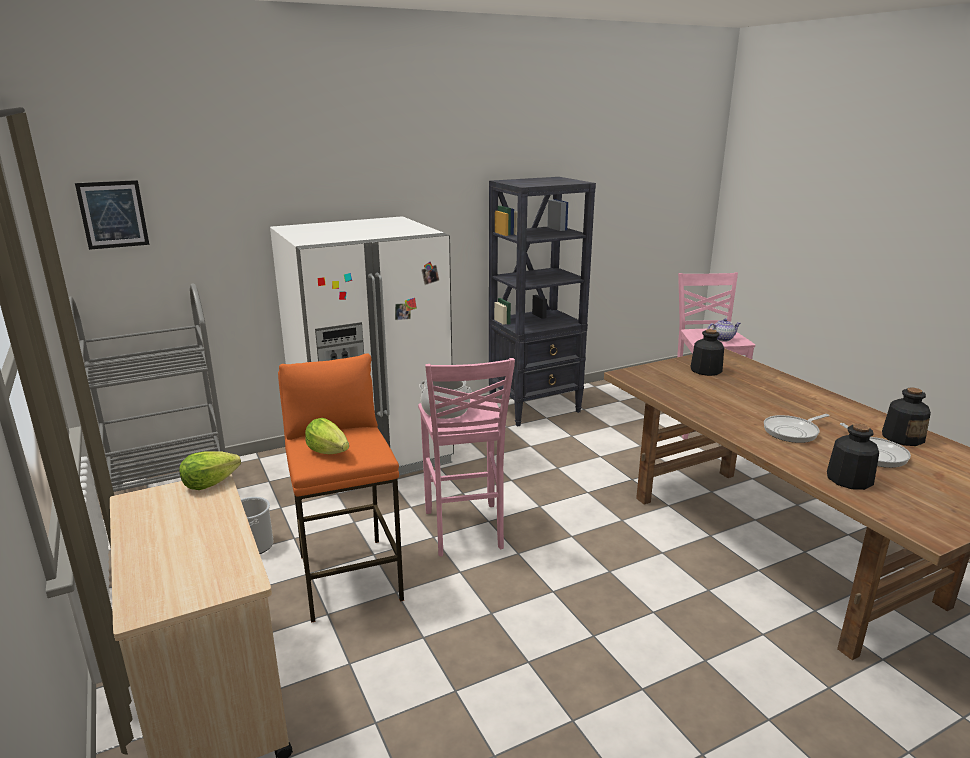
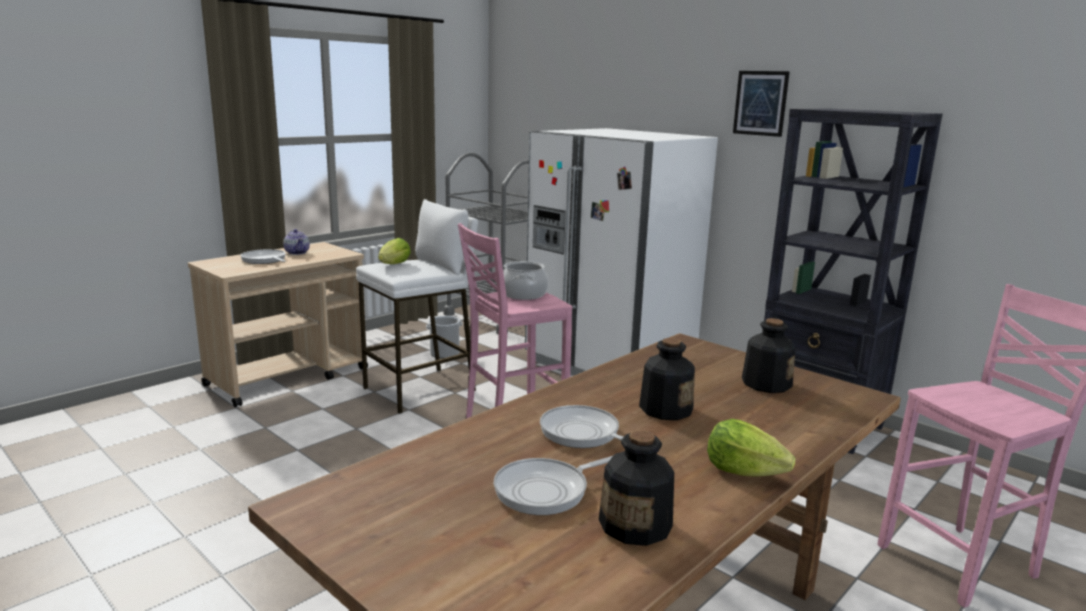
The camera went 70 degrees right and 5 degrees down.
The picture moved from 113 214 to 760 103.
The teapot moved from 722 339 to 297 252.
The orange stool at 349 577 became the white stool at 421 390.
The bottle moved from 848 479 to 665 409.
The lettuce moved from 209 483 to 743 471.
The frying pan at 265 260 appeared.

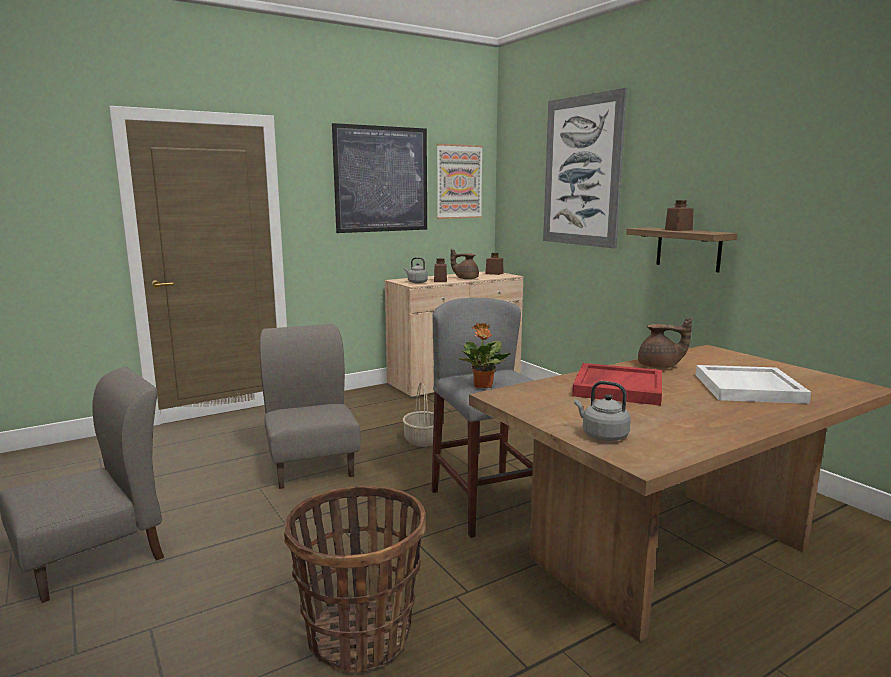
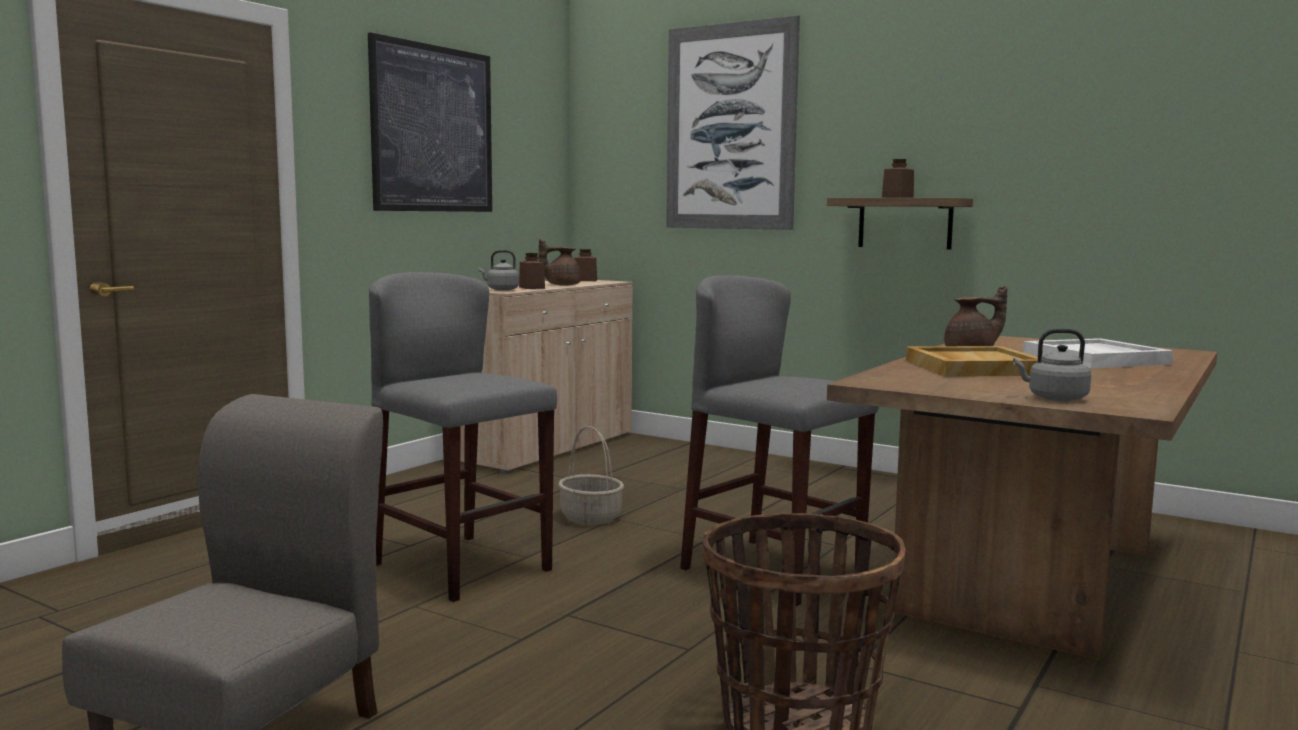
The camera went 25 degrees left and 5 degrees down.
The picture at 459 182 disappeared.
The potted plant at 483 386 disappeared.
The grey chair at 312 465 was replaced by the grey stool at 461 567.
The red tray at 617 387 became the beige tray at 973 367.

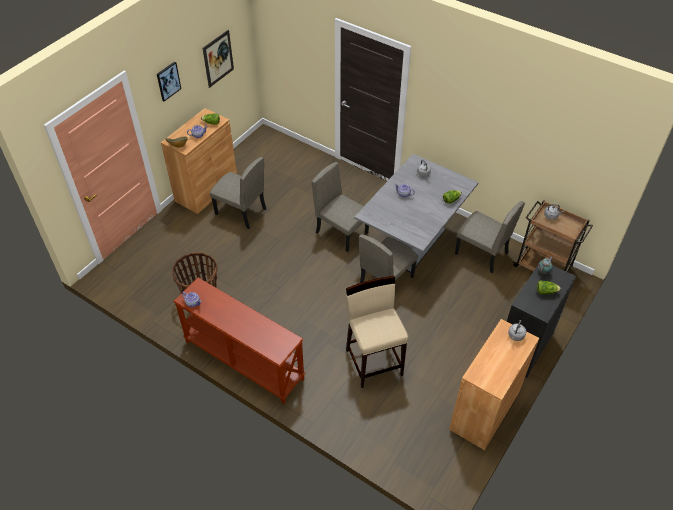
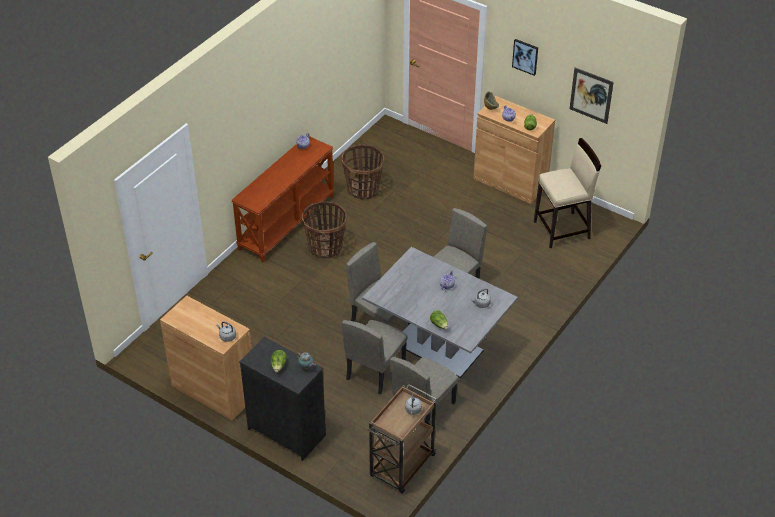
The camera went 90 degrees right and 5 degrees down.
The beige chair moved from 240 212 to 375 370.
The beige stool moved from 374 362 to 562 230.
The basket at 325 248 appeared.

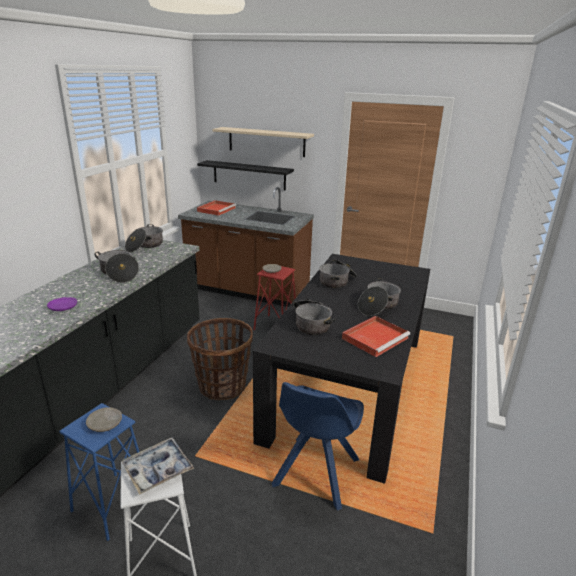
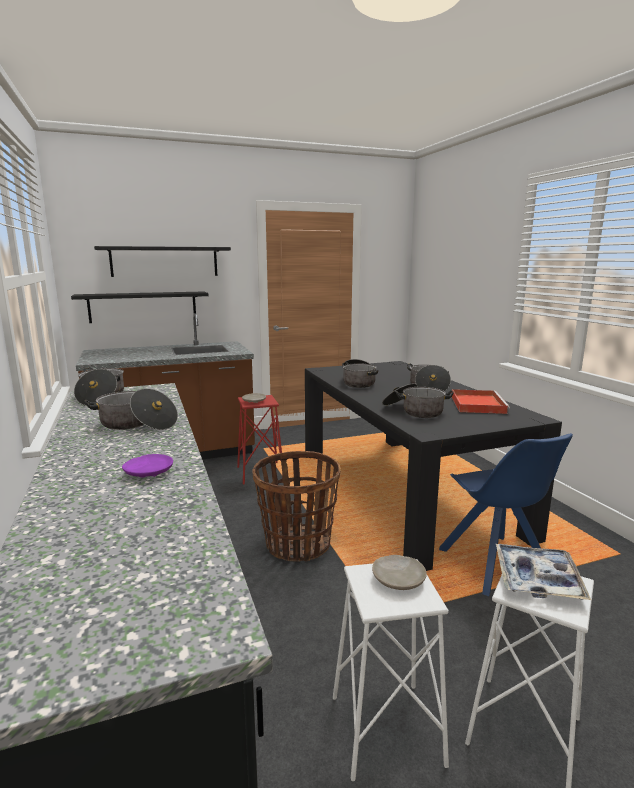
The camera went 40 degrees left and 10 degrees down.
The beige shelf at 266 141 became the black shelf at 164 261.
The red tray at 217 209 disappeared.
The blue stool at 112 505 became the white stool at 386 730.

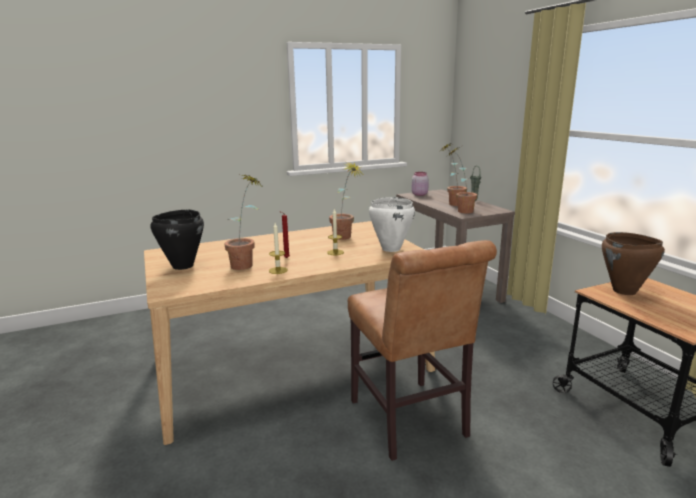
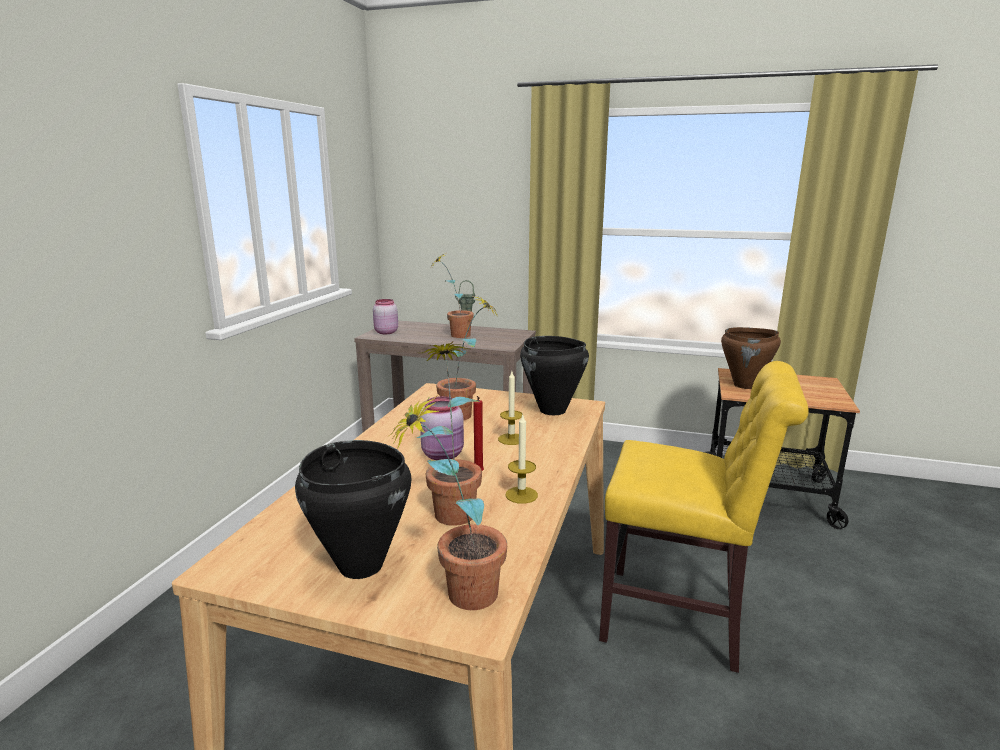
The camera went 50 degrees left and 0 degrees up.
The potted plant moved from 460 211 to 457 596.
The white cooking pot at 390 249 became the black cooking pot at 552 410.
The brown chair at 410 422 became the yellow chair at 680 620.
The pink jar at 444 455 appeared.

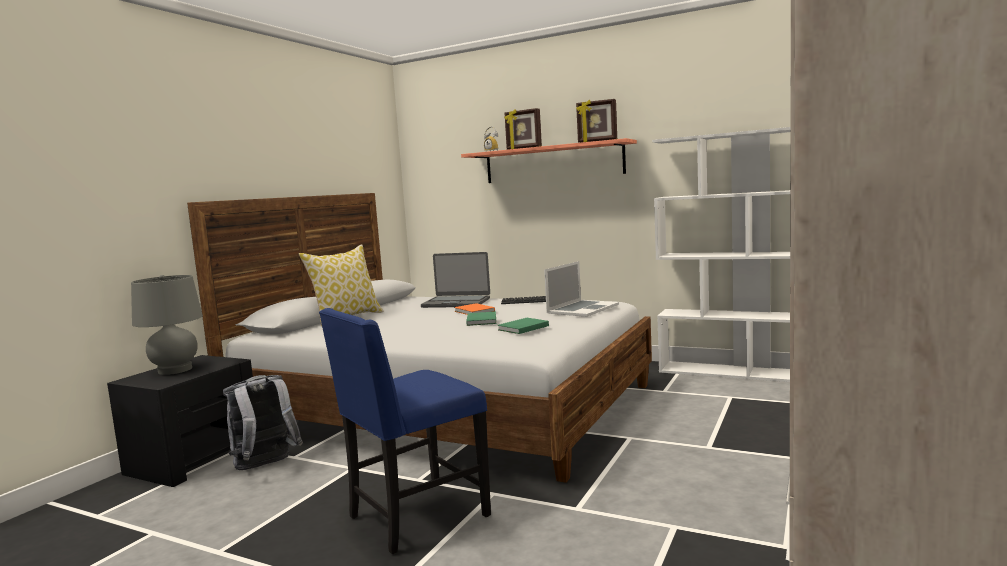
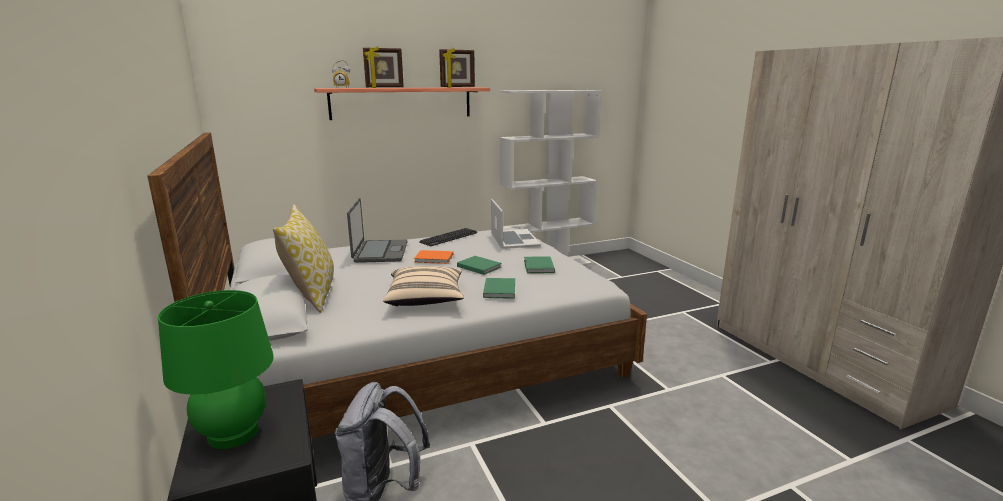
The camera went 50 degrees left and 10 degrees up.
The laptop at 456 303 turned 60 degrees counterclockwise.
The grey table lamp at 175 370 became the green table lamp at 233 433.
The blue chair at 415 517 disappeared.
The beige pillow at 426 299 appeared.
The green book at 500 289 appeared.

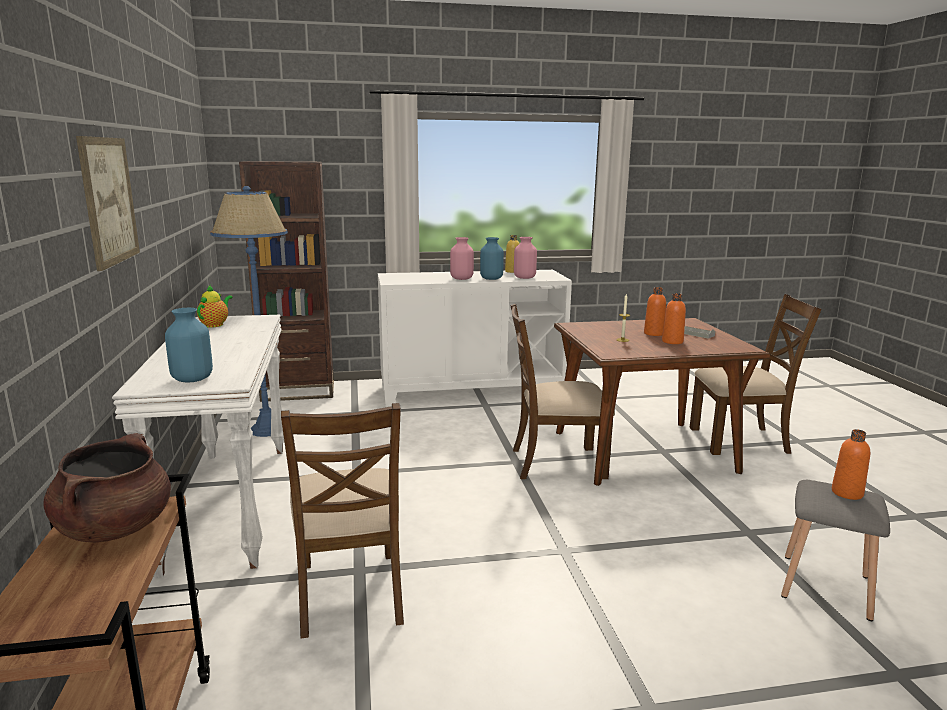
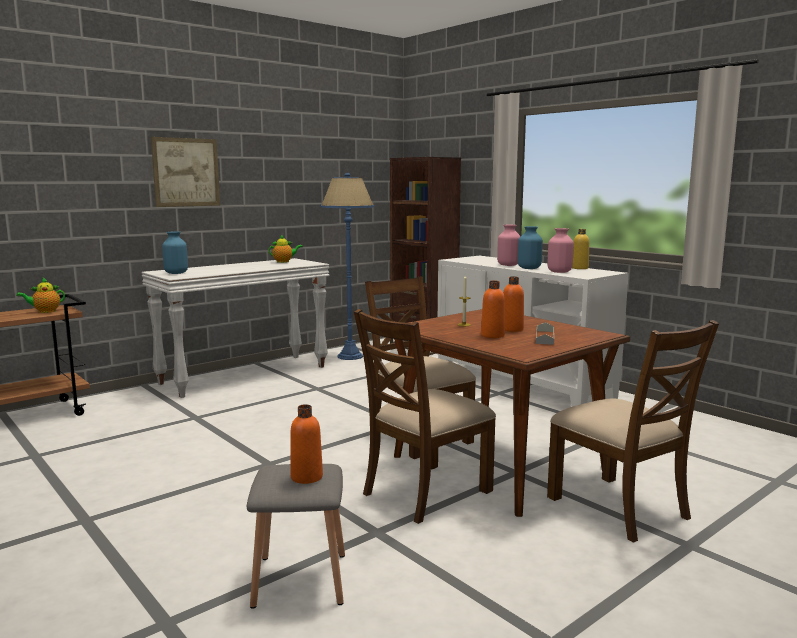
The camera went 60 degrees right and 5 degrees down.
The brown chair moved from 350 592 to 425 492.
The brown cooking pot at 115 528 was replaced by the teapot at 45 311.

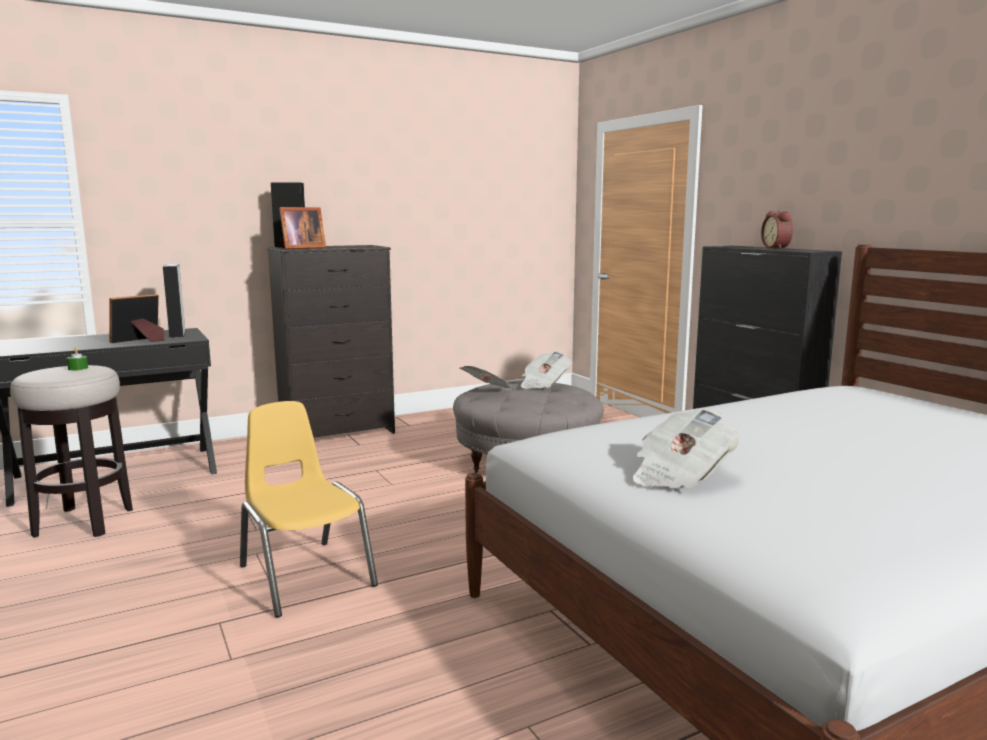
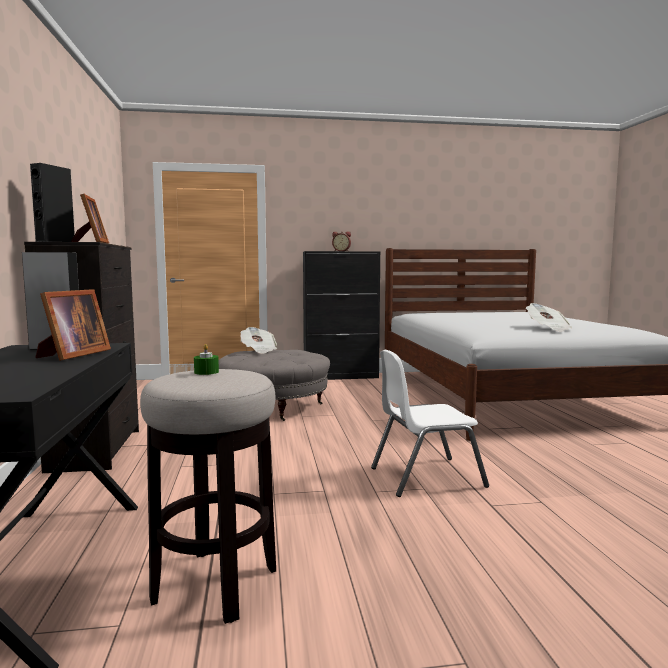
The camera went 70 degrees left and 5 degrees down.
The picture frame at 140 341 turned 135 degrees counterclockwise.
The newspaper at 487 391 disappeared.
The yellow chair at 305 576 became the white chair at 426 477.

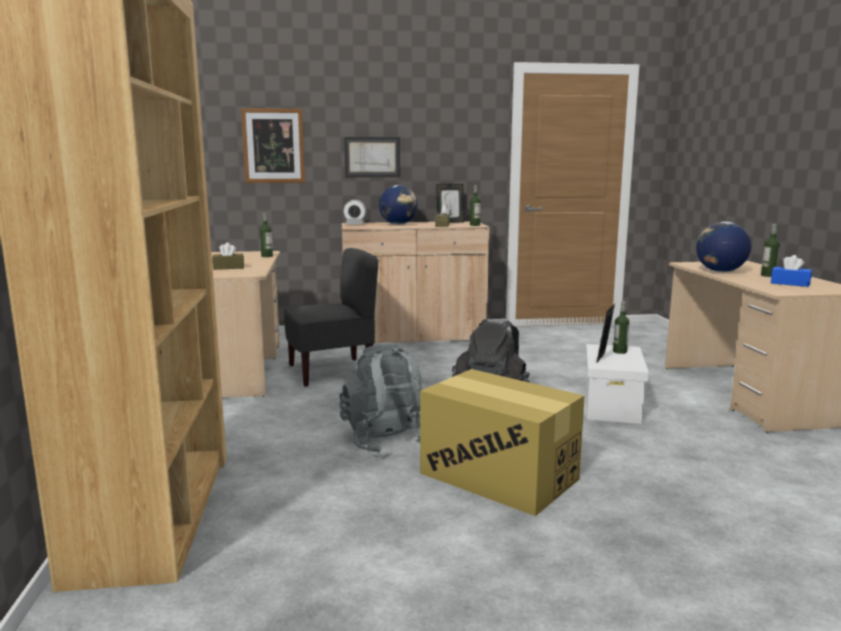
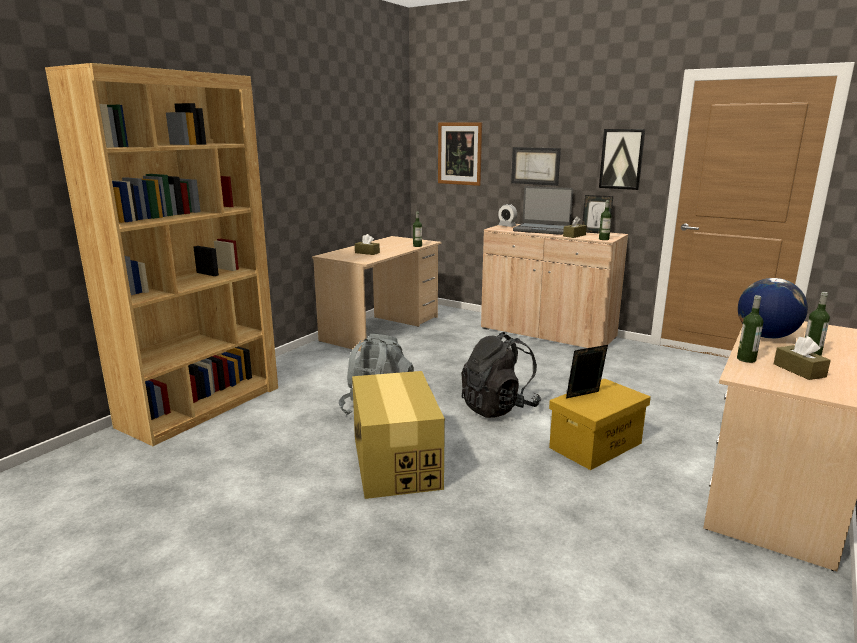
The camera went 40 degrees right and 5 degrees up.
The globe at 398 224 was replaced by the laptop at 542 230.
The grey chair at 331 371 disappeared.
The blue tissue box at 790 283 became the brown tissue box at 799 370.
The bottle moved from 619 352 to 746 359.
The white storage box at 611 406 became the yellow storage box at 595 445.
The picture at 622 159 appeared.

